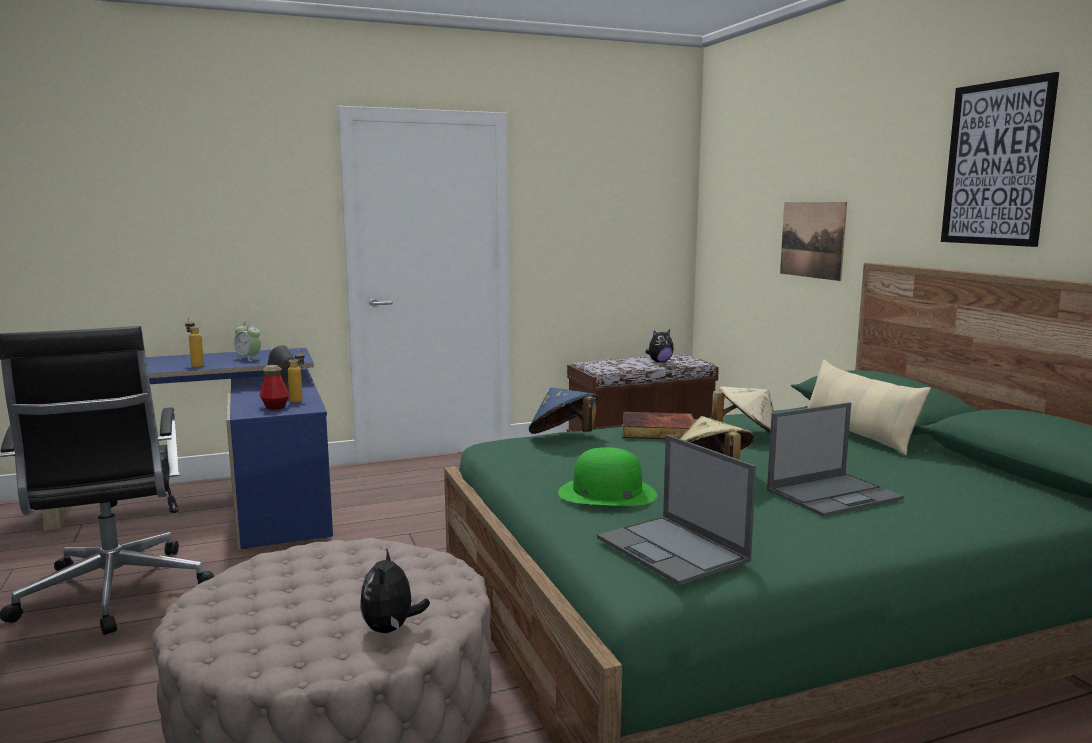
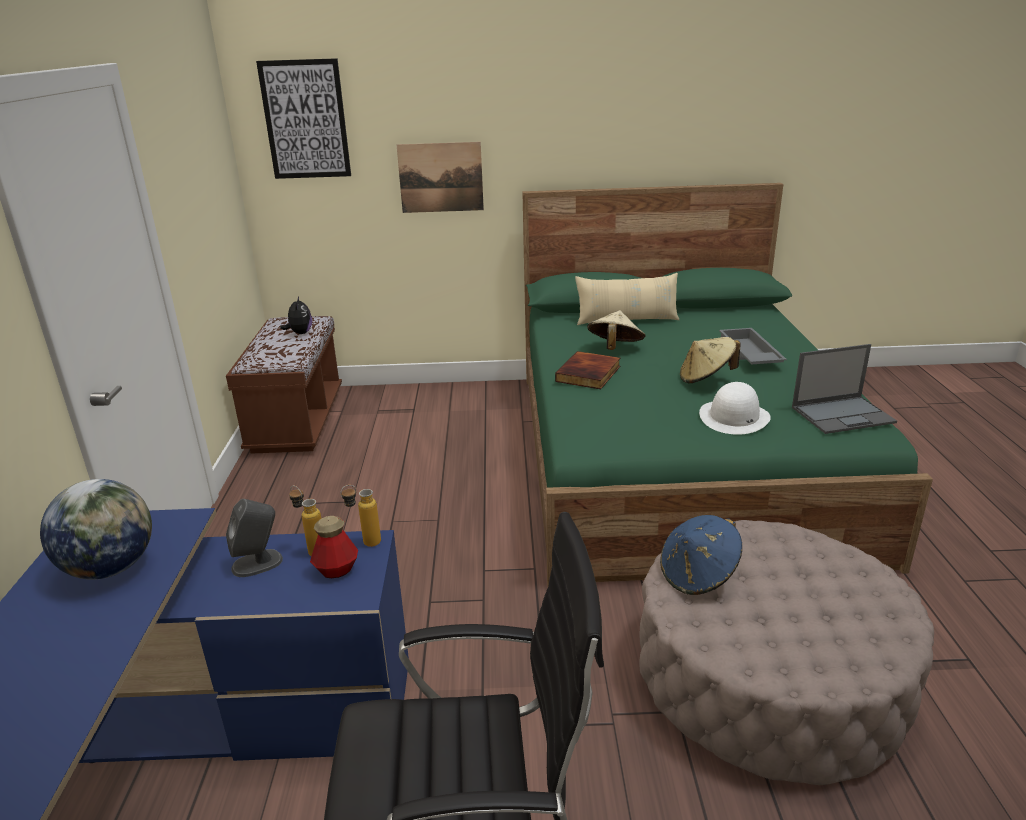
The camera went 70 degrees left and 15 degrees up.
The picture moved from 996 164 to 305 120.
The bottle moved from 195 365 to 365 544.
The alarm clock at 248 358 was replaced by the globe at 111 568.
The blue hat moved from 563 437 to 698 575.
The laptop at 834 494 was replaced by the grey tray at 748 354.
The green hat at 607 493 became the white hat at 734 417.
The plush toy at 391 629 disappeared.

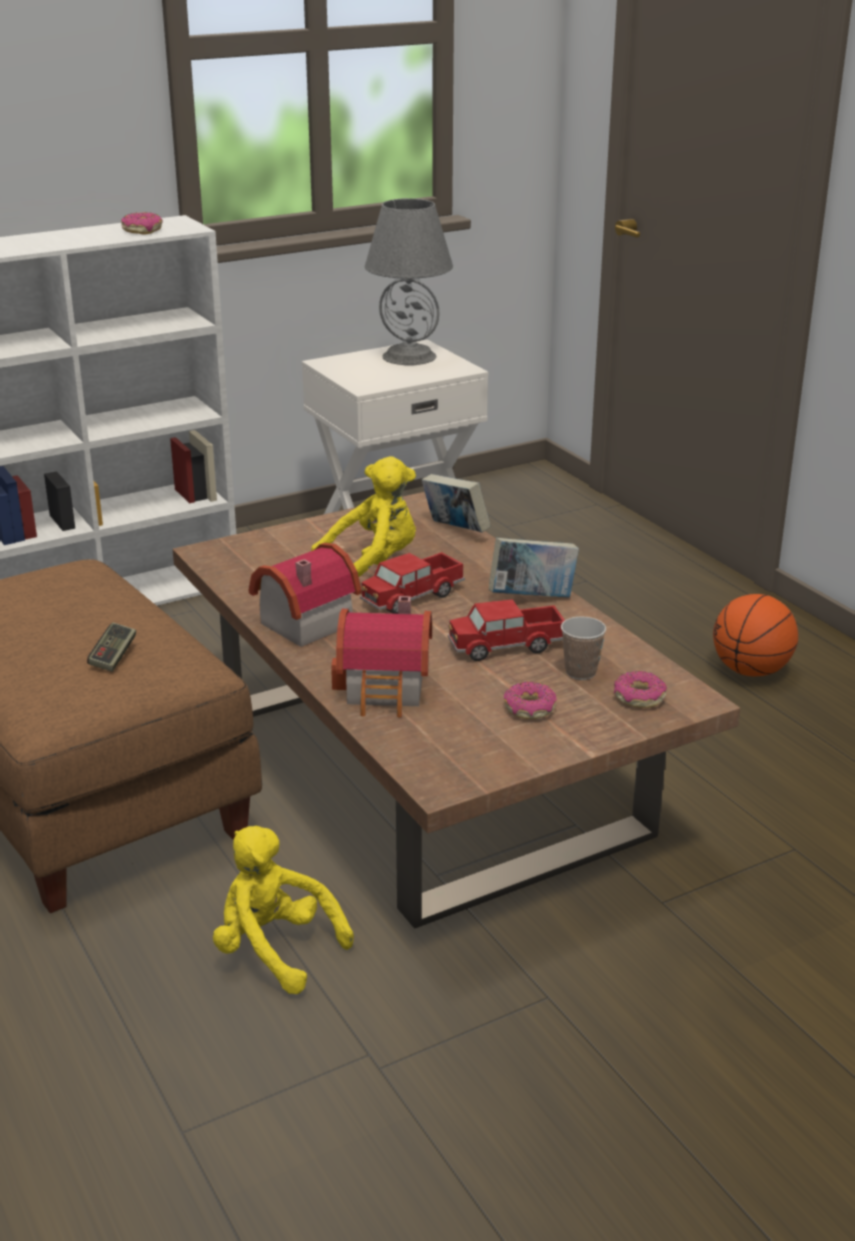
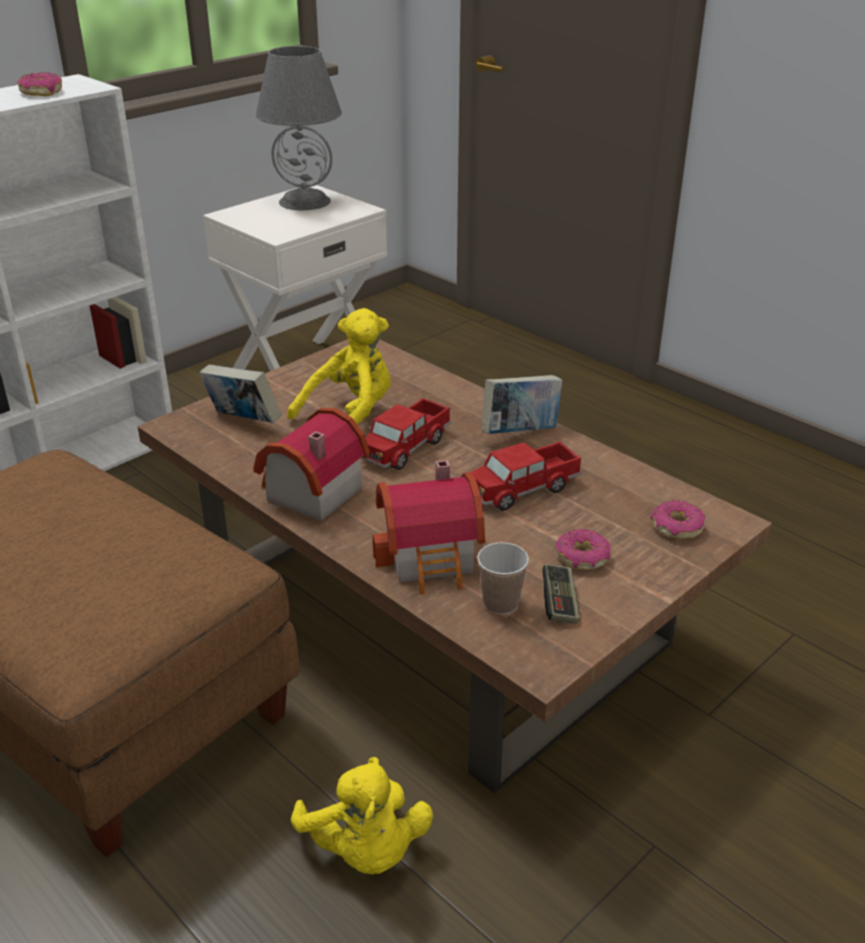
The camera went 15 degrees left and 5 degrees up.
The book moved from 455 530 to 243 421.
The basketball at 750 671 disappeared.
The cup moved from 580 672 to 500 603.
The game controller moved from 113 656 to 559 603.
The yellow plush toy at 274 950 turned 135 degrees counterclockwise.

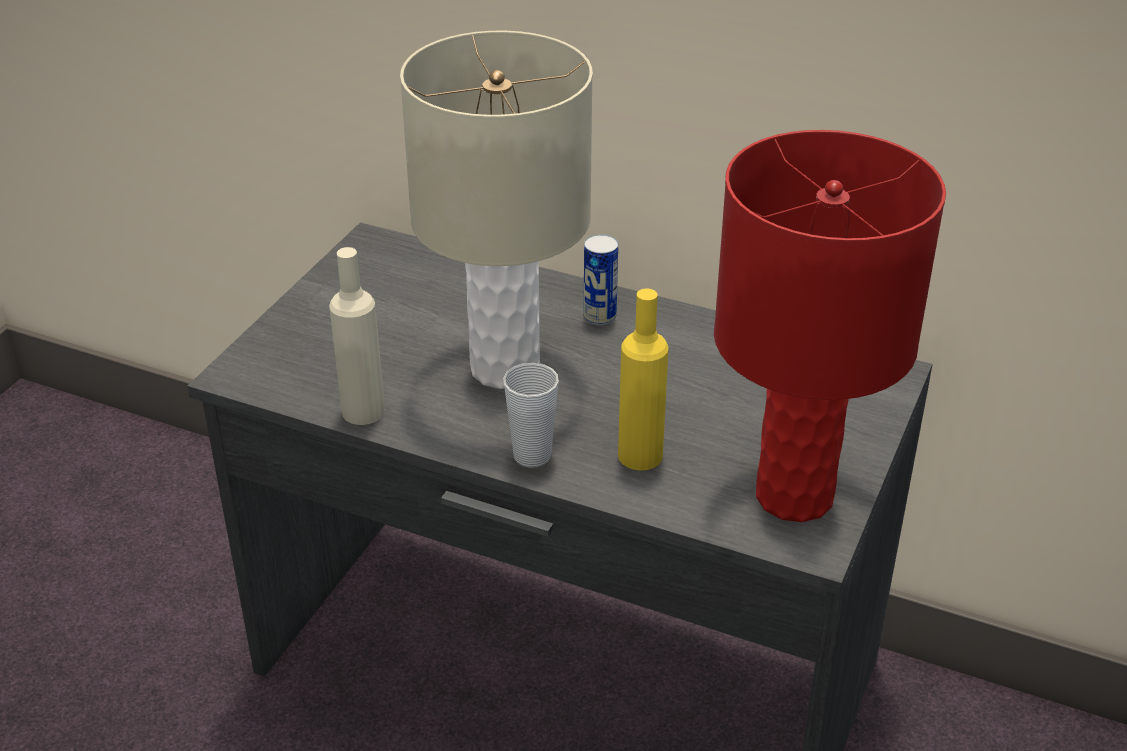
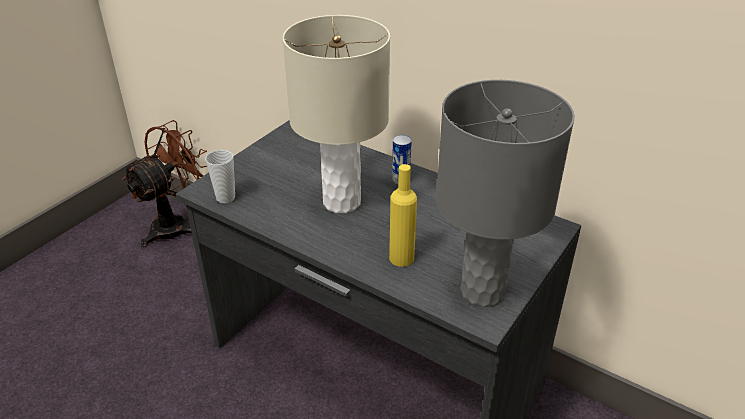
The camera went 10 degrees right and 0 degrees up.
The red table lamp at 793 497 became the grey table lamp at 482 292.
The beige bottle at 363 411 disappeared.
The cup moved from 532 456 to 225 198.
The brown fan at 177 225 appeared.

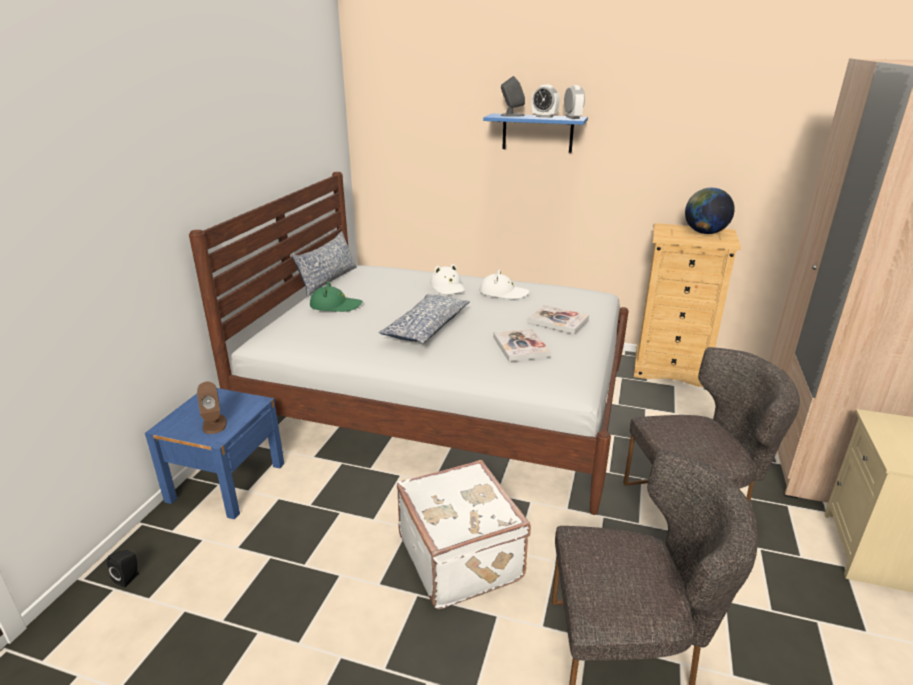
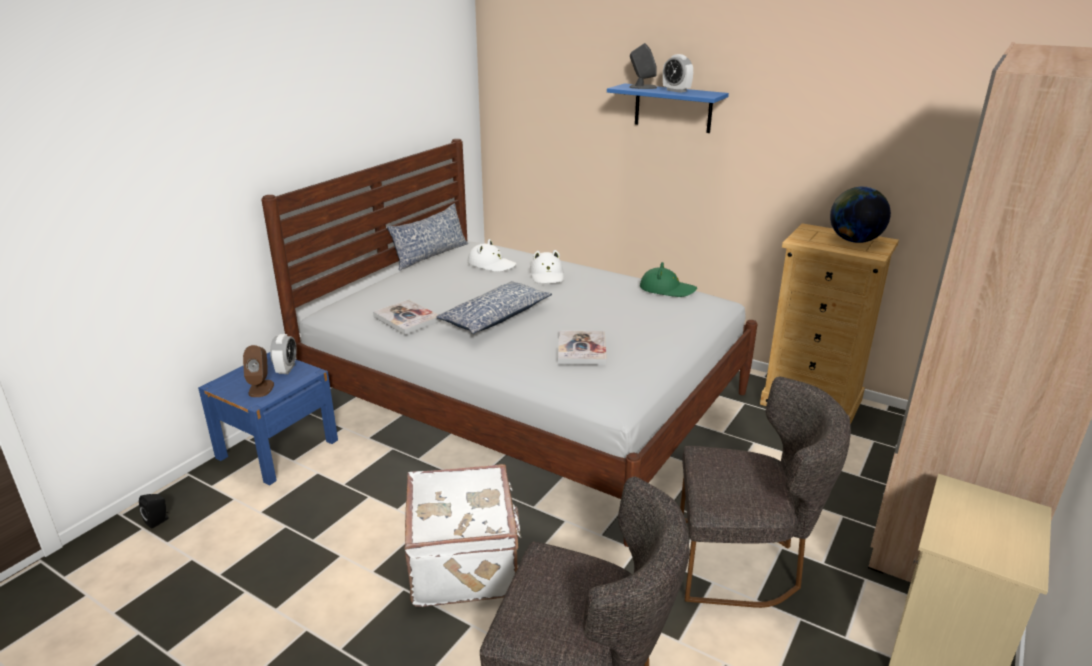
The camera went 15 degrees right and 0 degrees up.
The alarm clock moved from 572 118 to 286 369.
The white hat moved from 503 293 to 491 264.
The green hat moved from 335 305 to 667 289.
The book moved from 558 321 to 407 319.

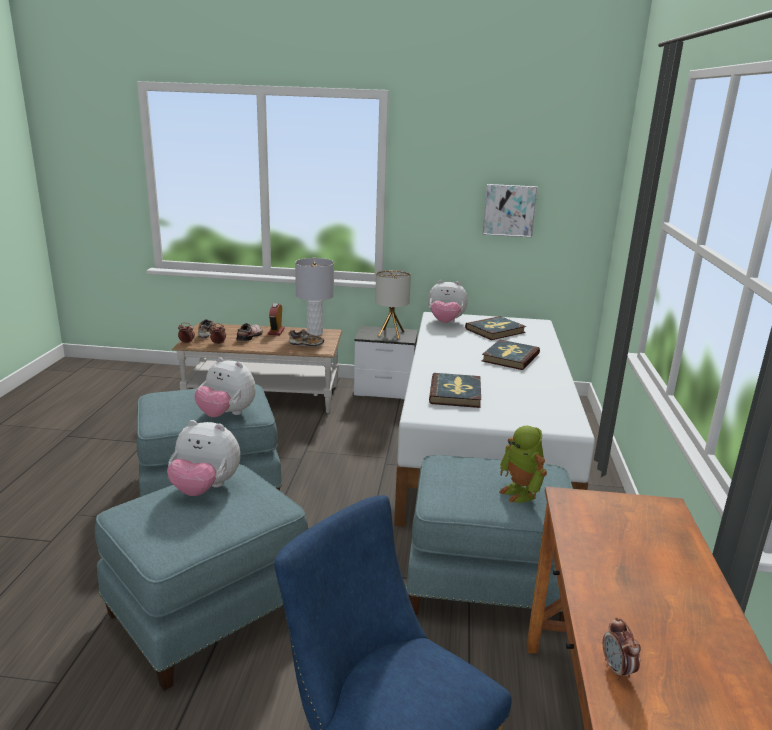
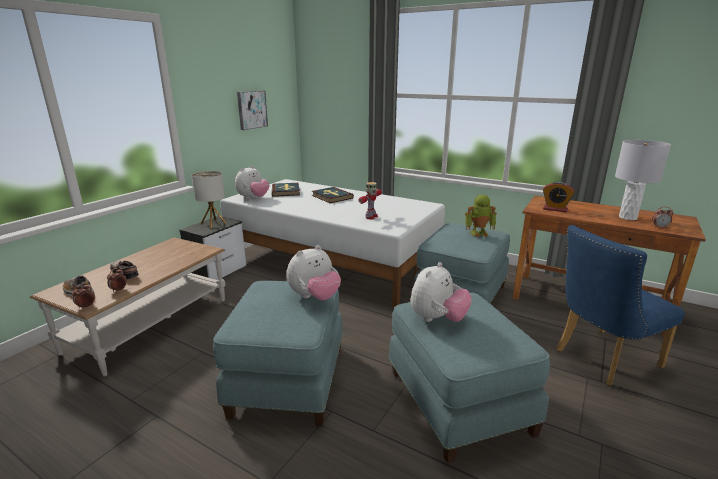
The camera went 65 degrees left and 0 degrees up.
The grey table lamp moved from 315 333 to 628 217.
The alarm clock moved from 276 331 to 555 209.
The shoe at 306 344 disappeared.
The book at 455 393 was replaced by the toy robot at 371 217.

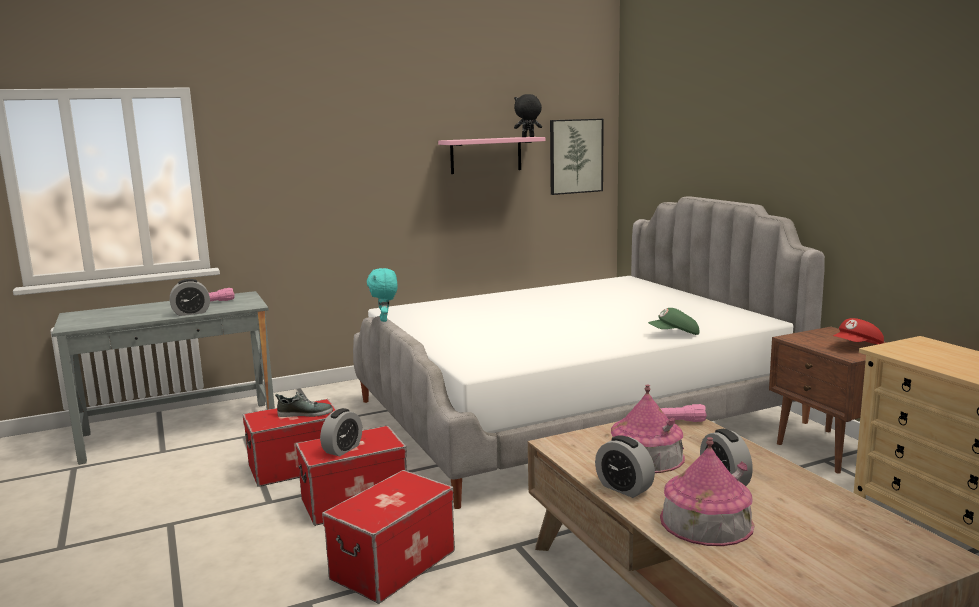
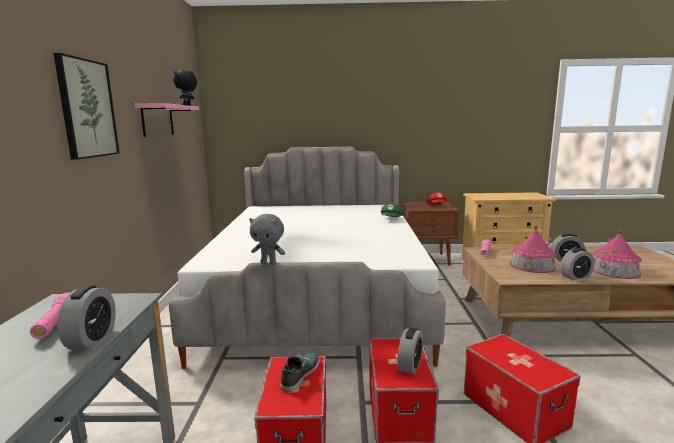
The camera went 65 degrees left and 0 degrees up.
The picture moved from 575 156 to 87 109.
The turquoise plush toy at 385 320 became the grey plush toy at 269 263.
The alarm clock at 342 449 turned 60 degrees clockwise.

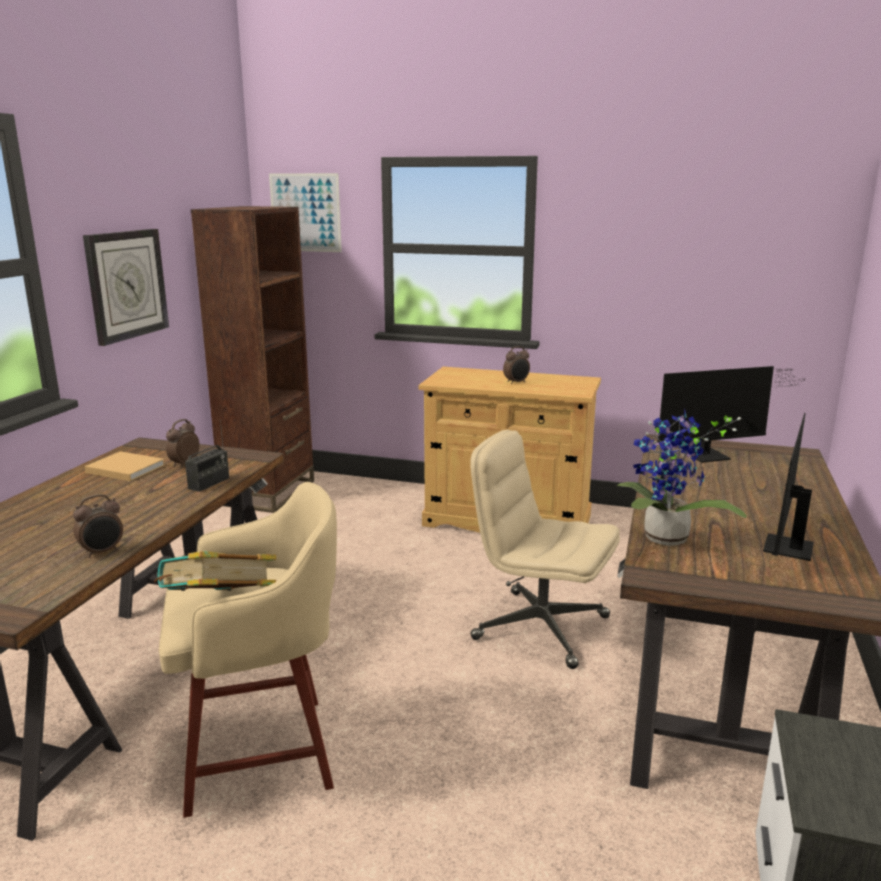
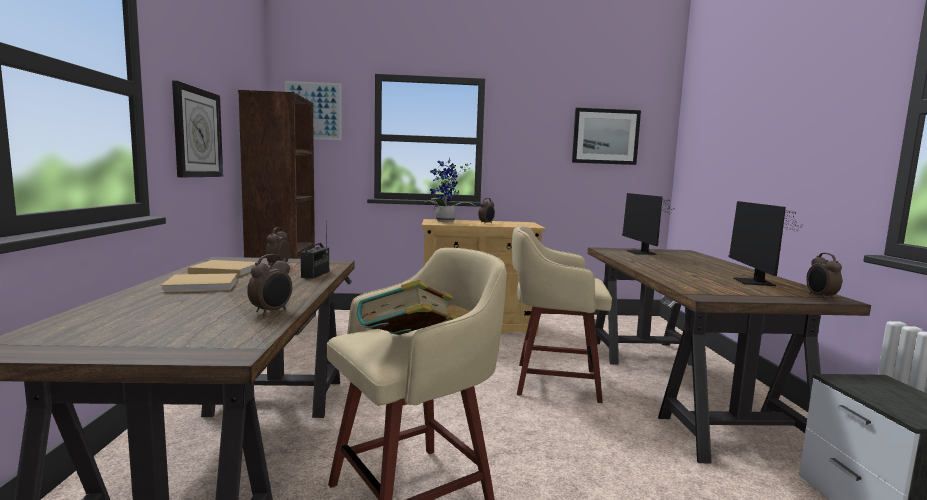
The camera went 20 degrees left and 10 degrees down.
The monitor at 713 455 turned 120 degrees clockwise.
The potted plant moved from 665 540 to 445 222.
The beige office chair at 539 627 was replaced by the beige stool at 553 381.
The picture at 605 136 appeared.
The alarm clock at 820 297 appeared.
The beige book at 204 285 appeared.

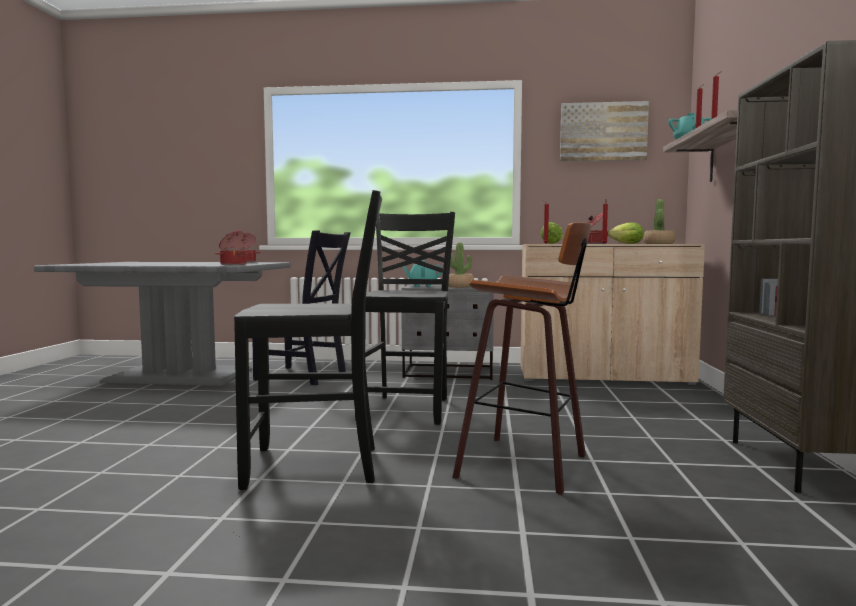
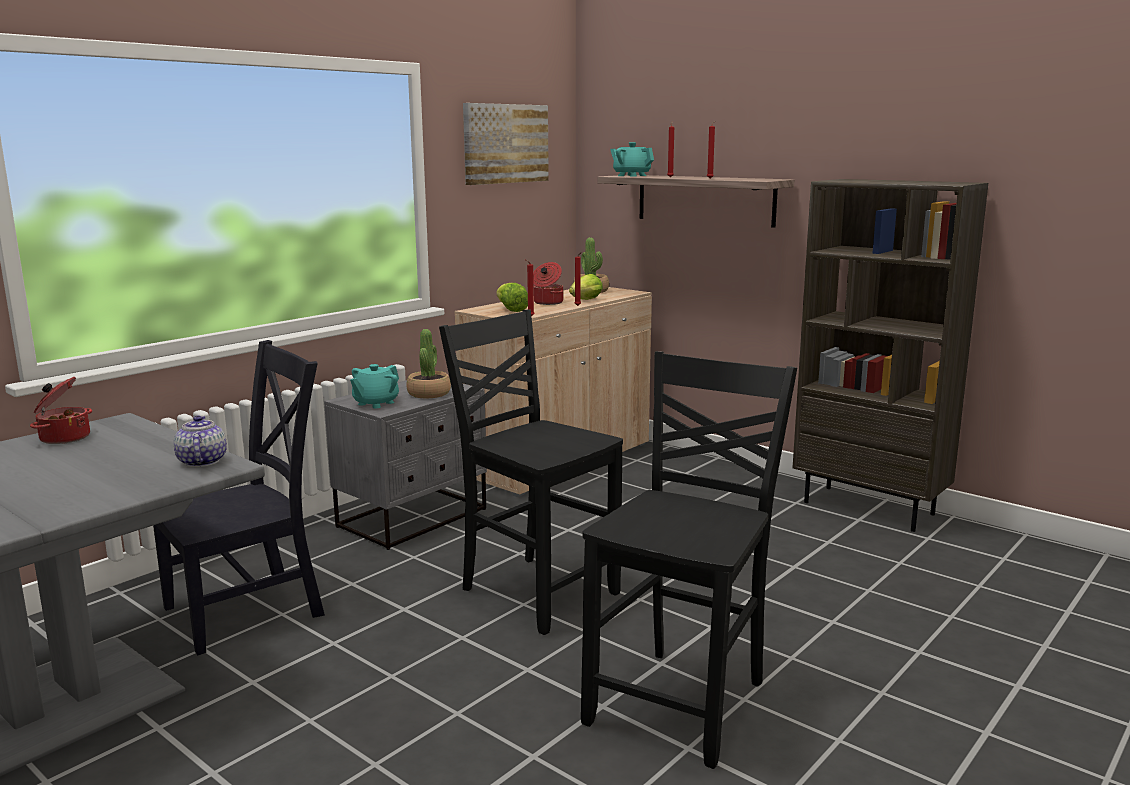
The camera went 55 degrees left and 10 degrees up.
The stool at 528 465 disappeared.
The cooking pot at 233 264 was replaced by the teapot at 201 462.

